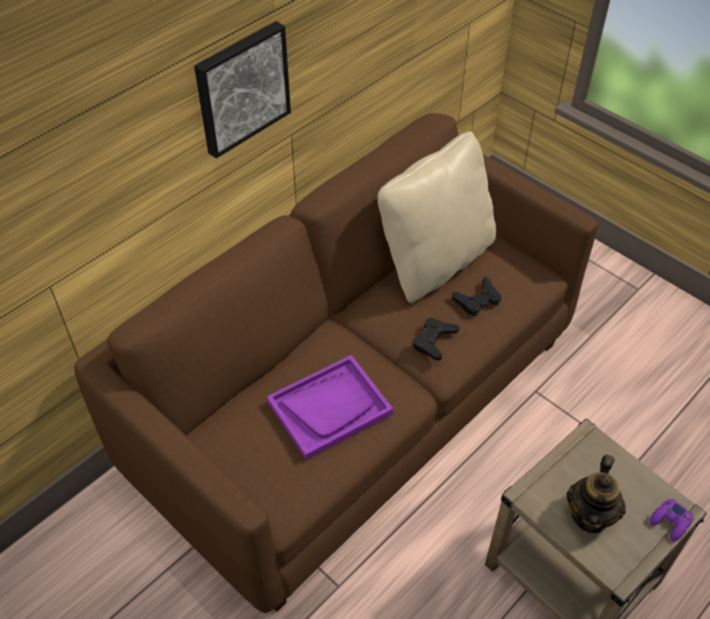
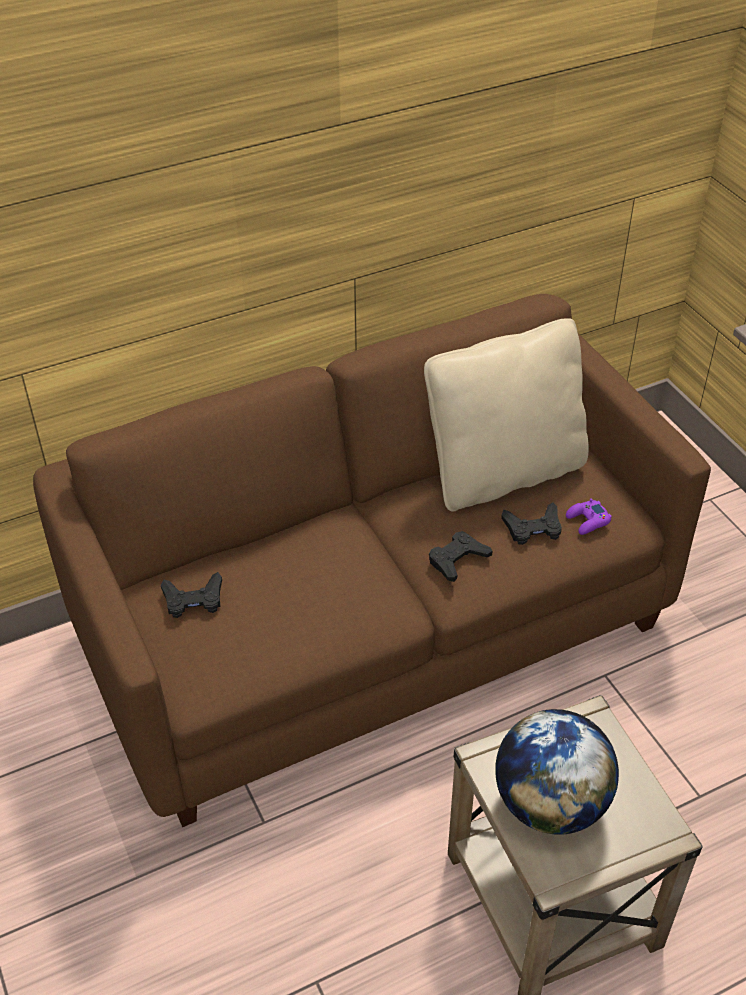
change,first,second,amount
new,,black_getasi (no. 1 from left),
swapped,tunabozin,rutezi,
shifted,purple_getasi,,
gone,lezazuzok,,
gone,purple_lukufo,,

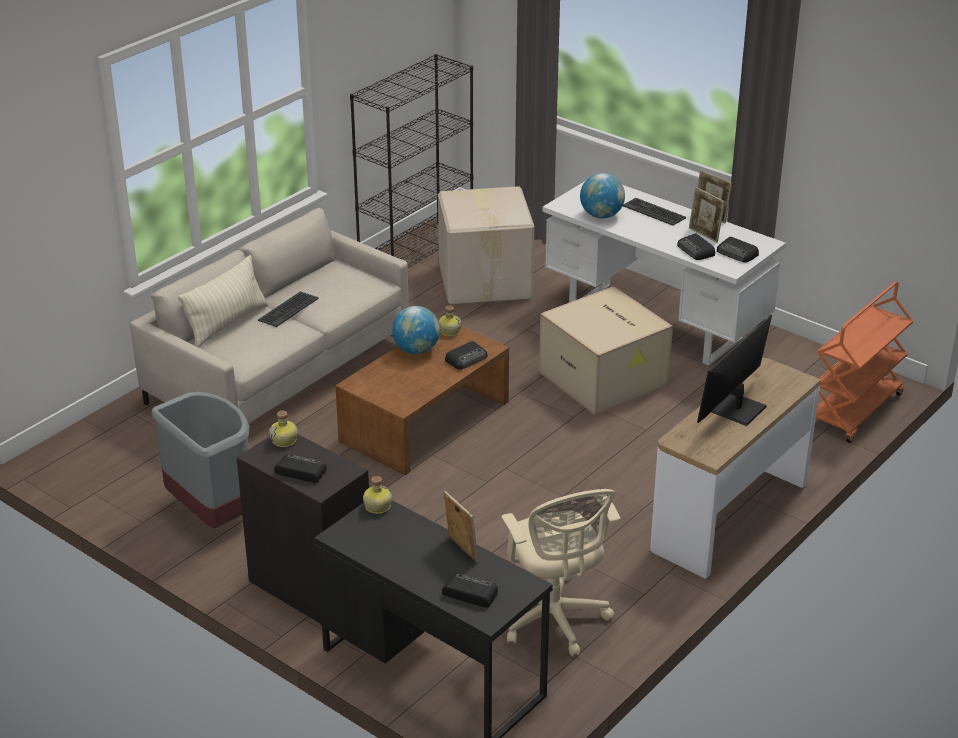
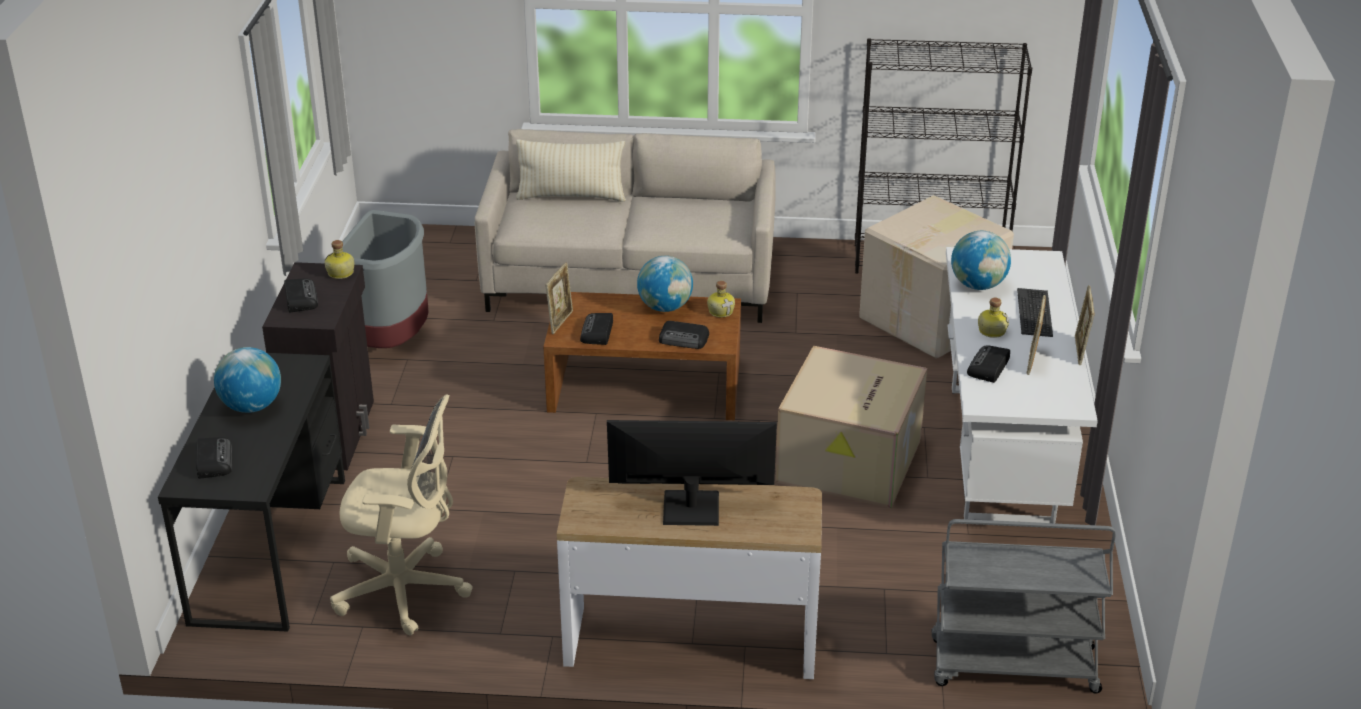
change,first,second,amount
new,,rutezi (no. 1 from left),
rotated,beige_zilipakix,,120 degrees counterclockwise
shifted,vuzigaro (no. 1 from left),,
shifted,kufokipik (no. 5 from left in the first image),kufokipik (no. 3 from left),
repainted,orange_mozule,grey_mozule,
shifted,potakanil (no. 2 from left in the first image),potakanil (no. 3 from left),
gone,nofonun (no. 1 from left),,

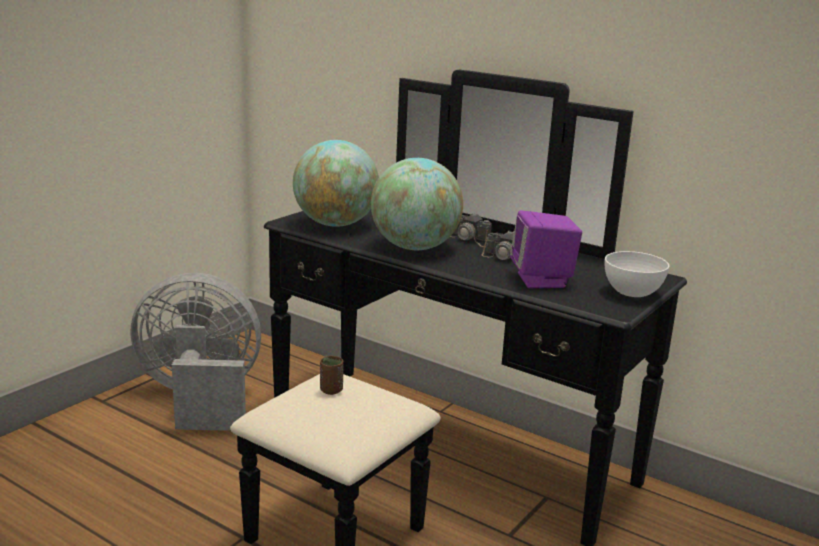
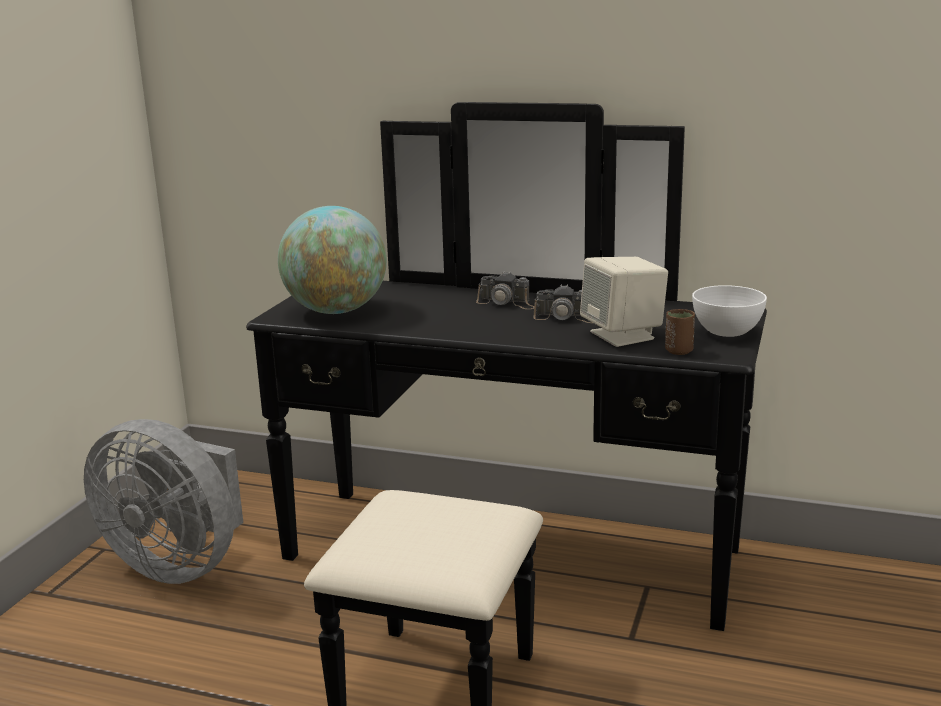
change,first,second,amount
rotated,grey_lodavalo,,135 degrees counterclockwise
repainted,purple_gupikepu,beige_gupikepu,
shifted,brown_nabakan,,
gone,rutezi (no. 2 from left),,

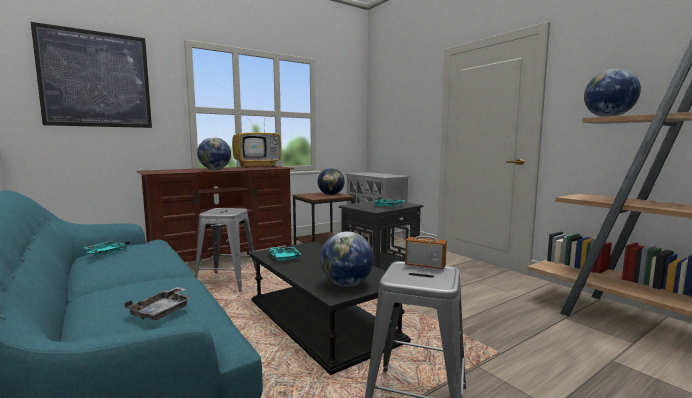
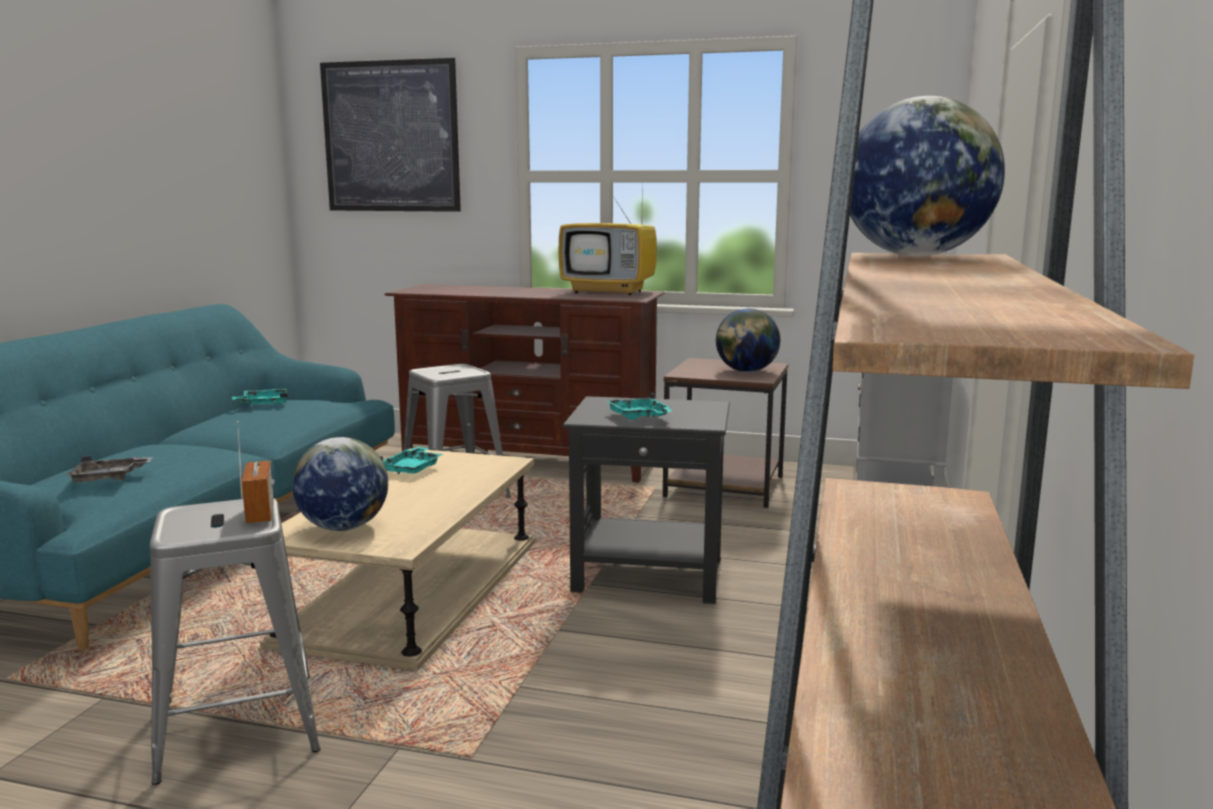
change,first,second,amount
repainted,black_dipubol,beige_dipubol,
gone,rutezi (no. 1 from left),,

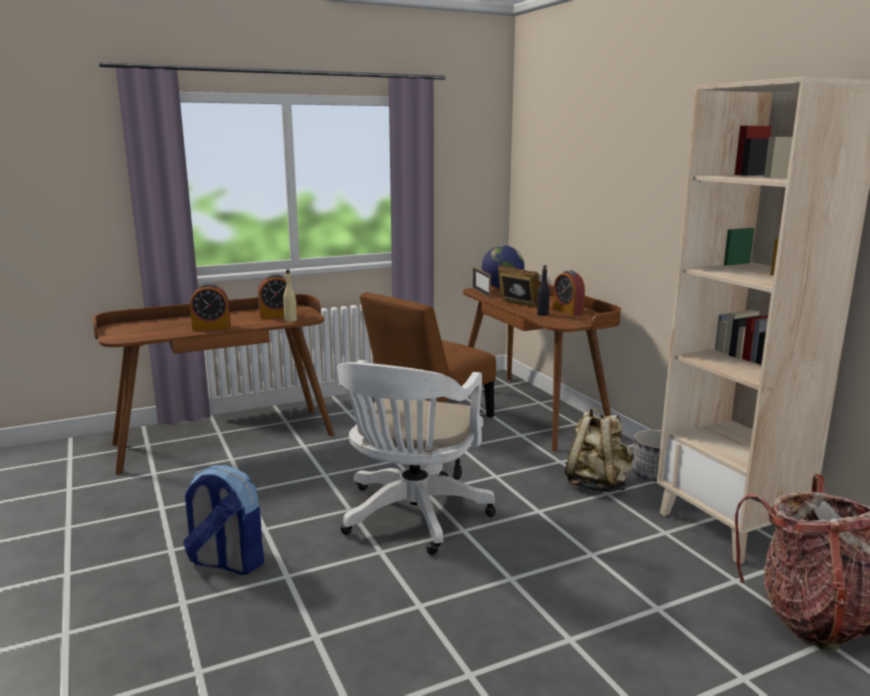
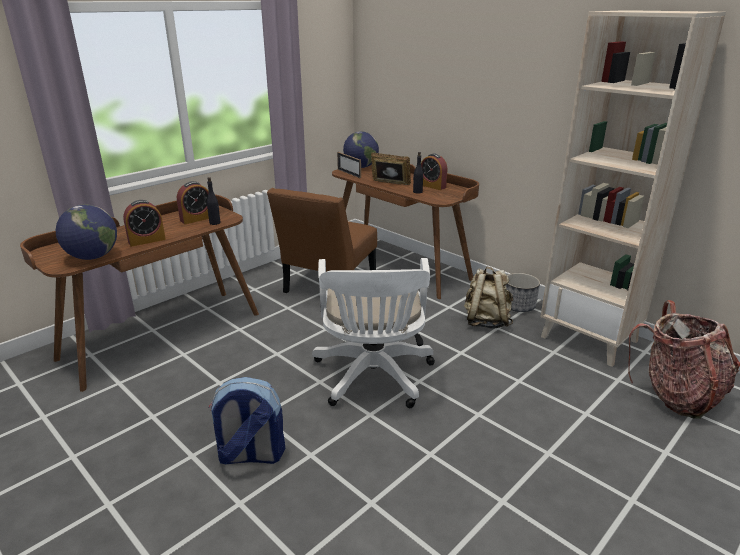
change,first,second,amount
new,,rutezi (no. 1 from left),
repainted,beige_potakanil,black_potakanil (no. 1 from left),

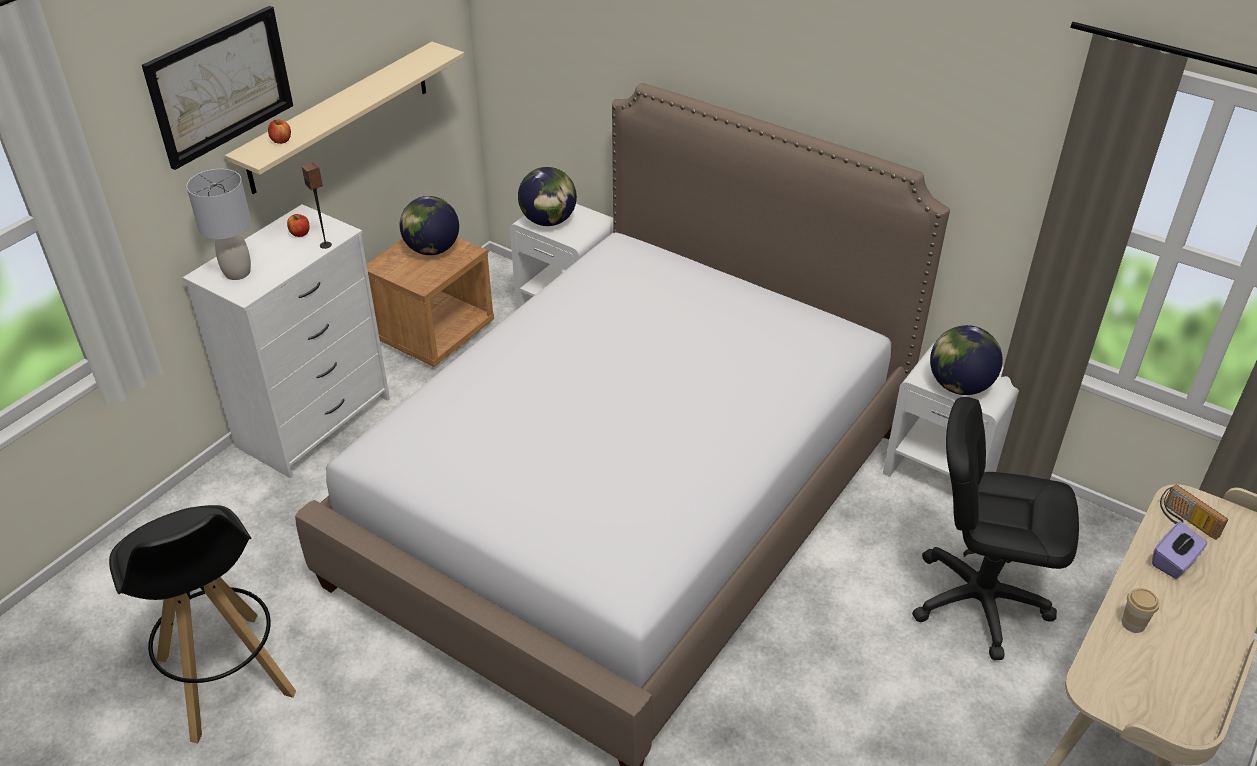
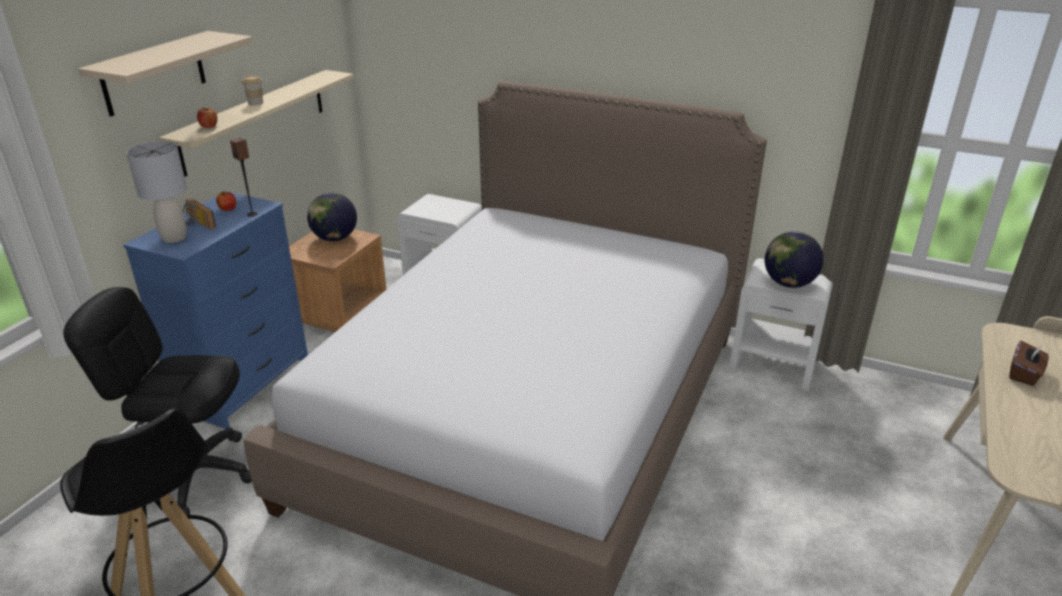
change,first,second,amount
shifted,black_zilipakix,,
swapped,lezazuzok,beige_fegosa (no. 1 from left),
repainted,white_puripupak,blue_puripupak,
shifted,kufokipik,,
shifted,nabakan,,
repainted,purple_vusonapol,brown_vusonapol,
gone,rutezi (no. 2 from left),,

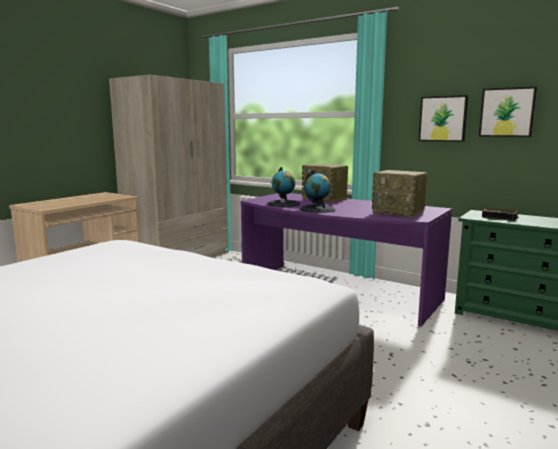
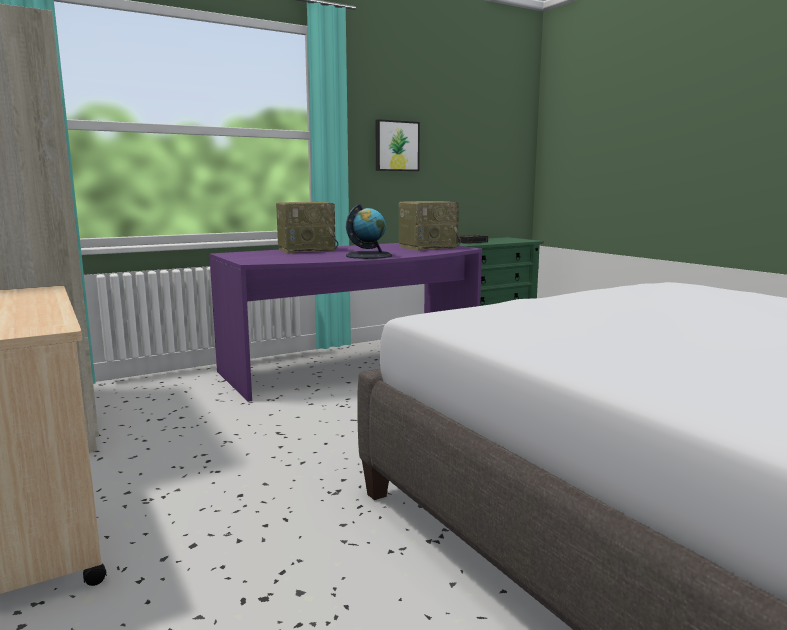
change,first,second,amount
gone,rutezi (no. 1 from left),,
gone,lezazuzok (no. 2 from left),,

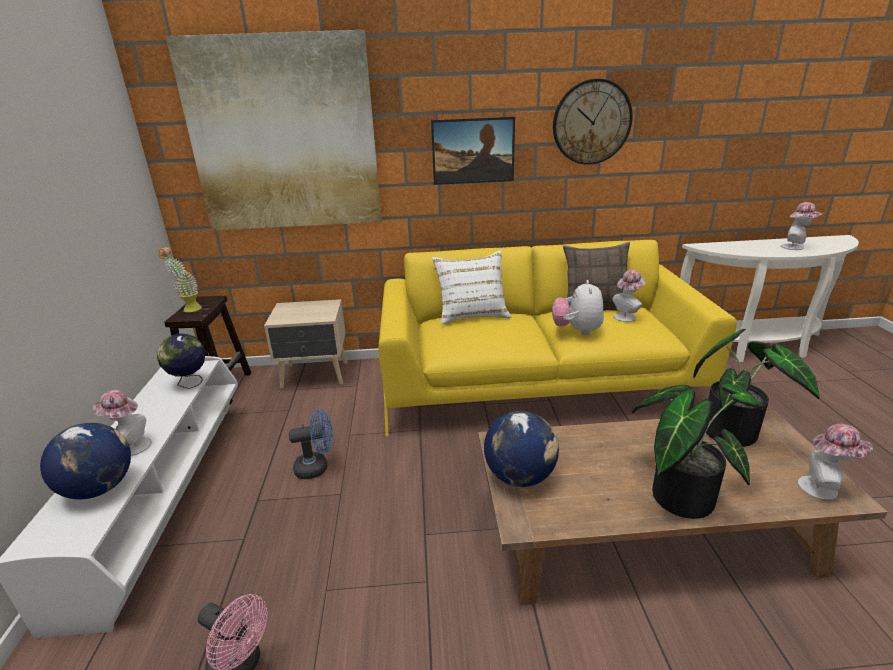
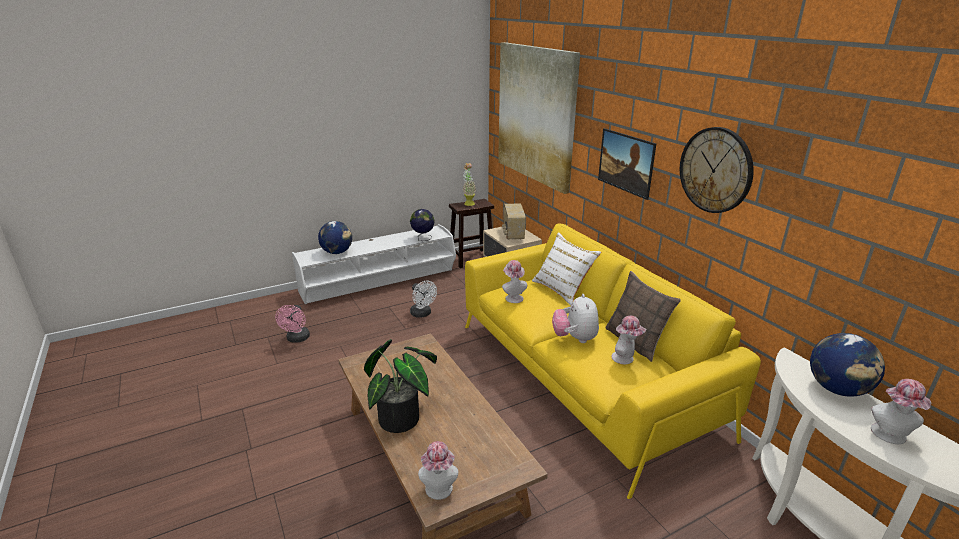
change,first,second,amount
repainted,blue_lodavalo,white_lodavalo,
new,,kufokipik,
shifted,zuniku (no. 1 from left in the first image),zuniku (no. 2 from left),
rotated,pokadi,,75 degrees counterclockwise
shifted,rutezi (no. 3 from left),,
gone,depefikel (no. 3 from left),,

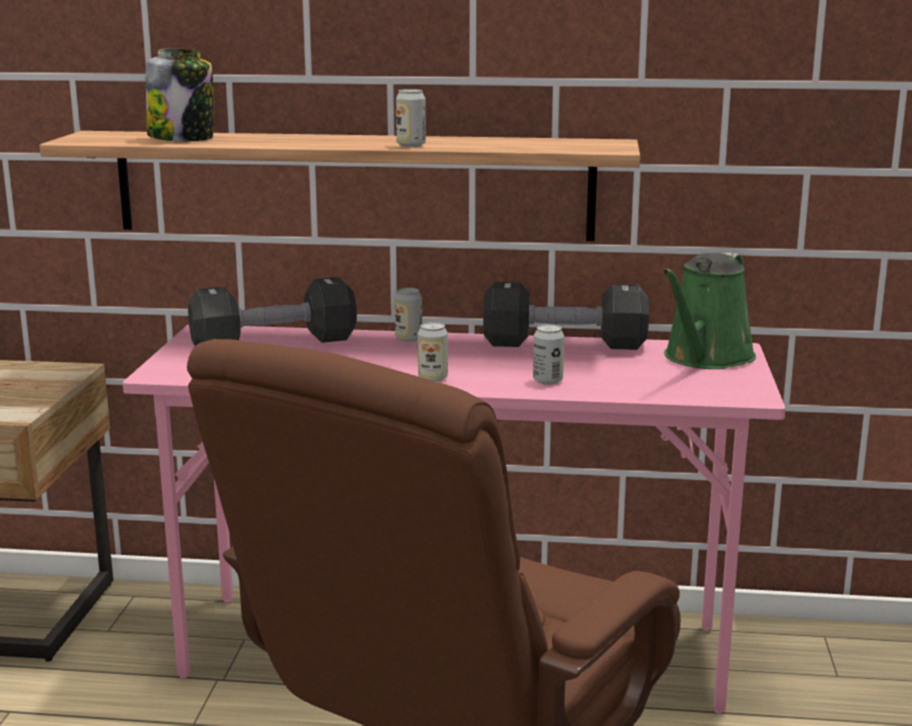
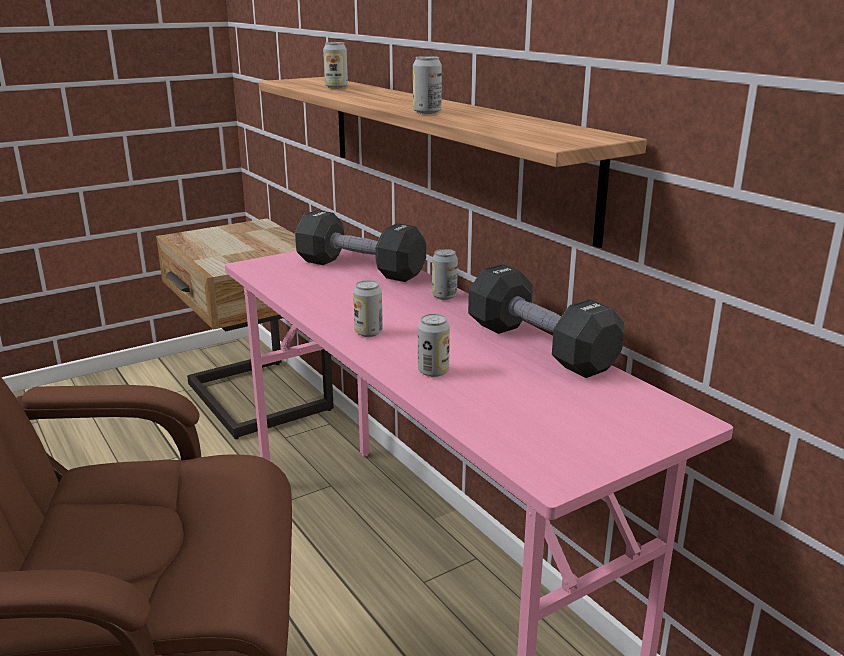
change,first,second,amount
swapped,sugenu,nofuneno (no. 1 from left),
gone,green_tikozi,,

